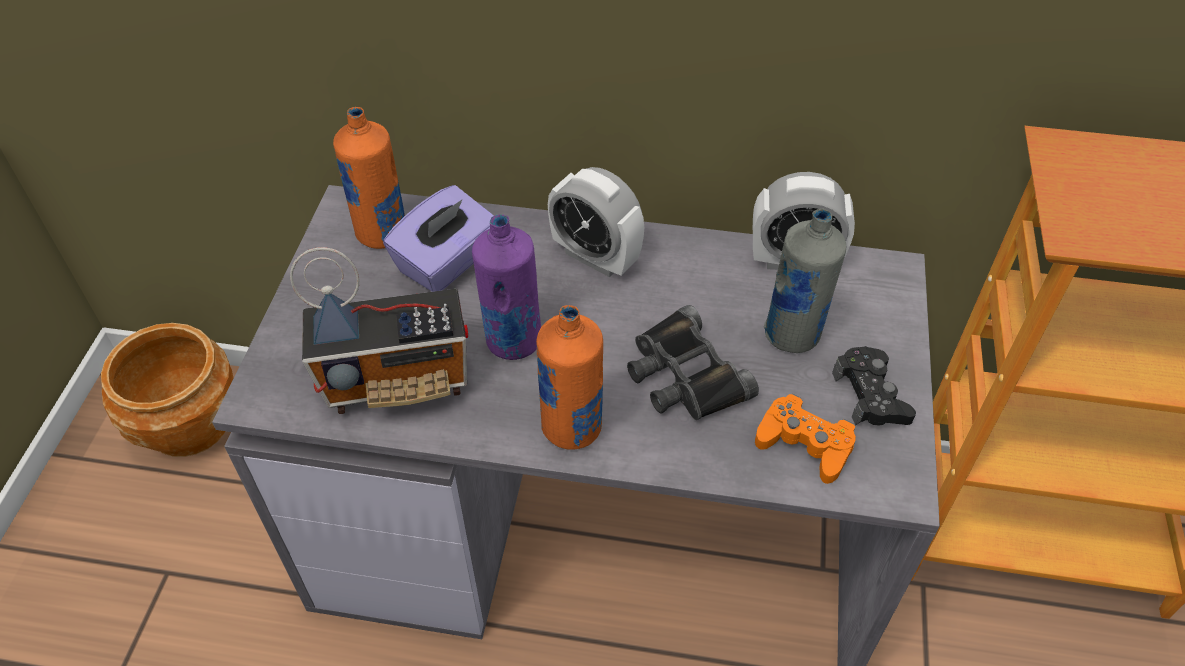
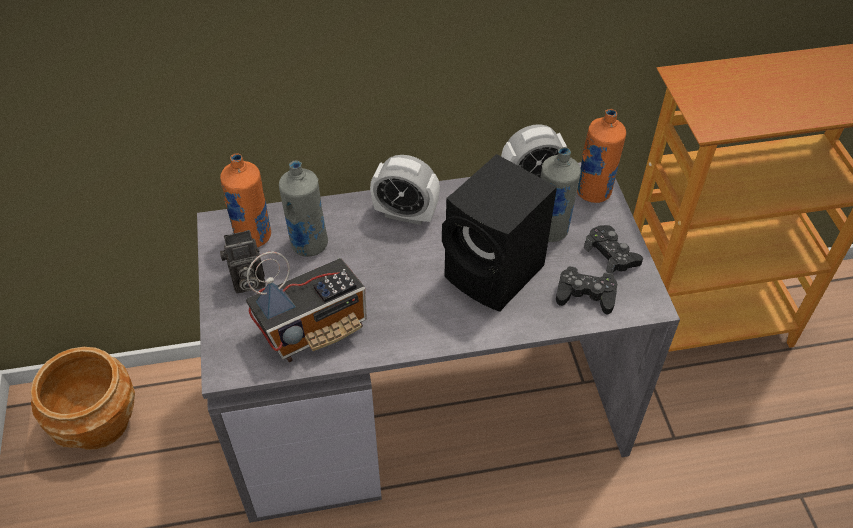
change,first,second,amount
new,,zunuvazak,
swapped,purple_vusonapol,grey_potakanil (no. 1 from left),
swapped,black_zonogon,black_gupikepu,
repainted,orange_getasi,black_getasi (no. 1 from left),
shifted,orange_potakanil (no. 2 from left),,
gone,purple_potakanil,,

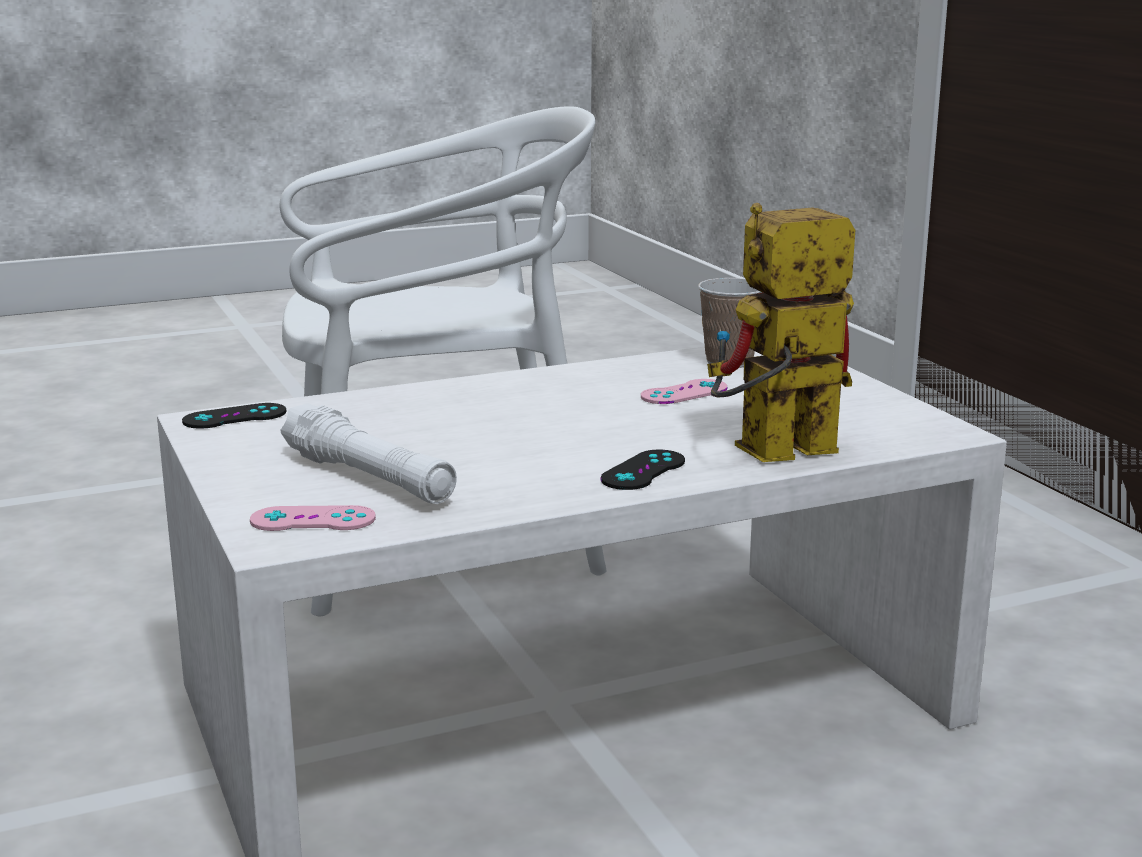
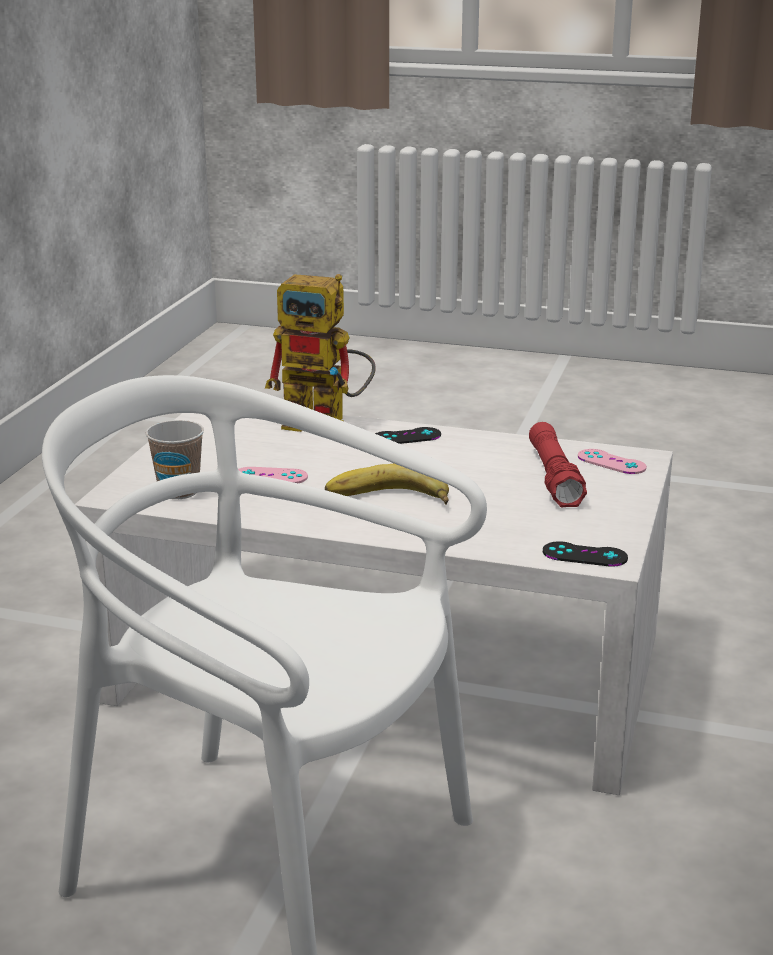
change,first,second,amount
new,,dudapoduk,
repainted,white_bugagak,red_bugagak,

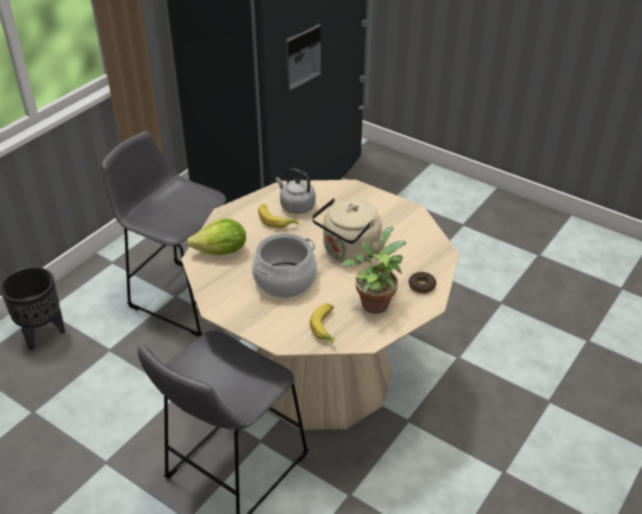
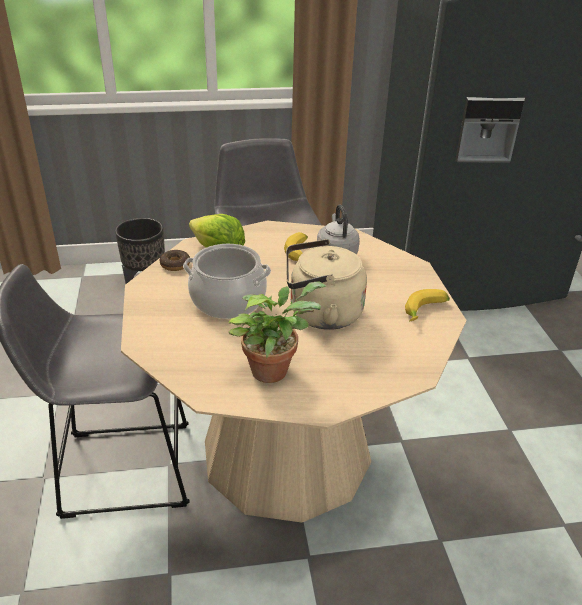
change,first,second,amount
shifted,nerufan,,
shifted,dudapoduk (no. 2 from left),,

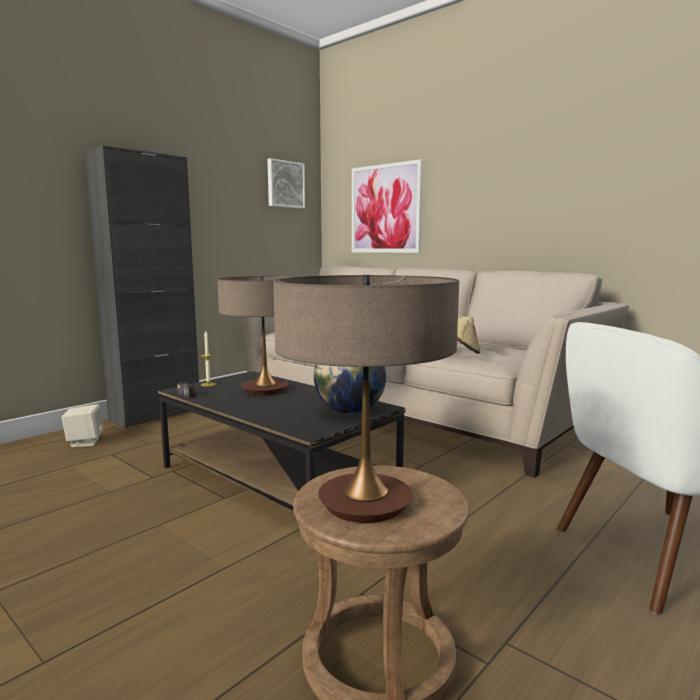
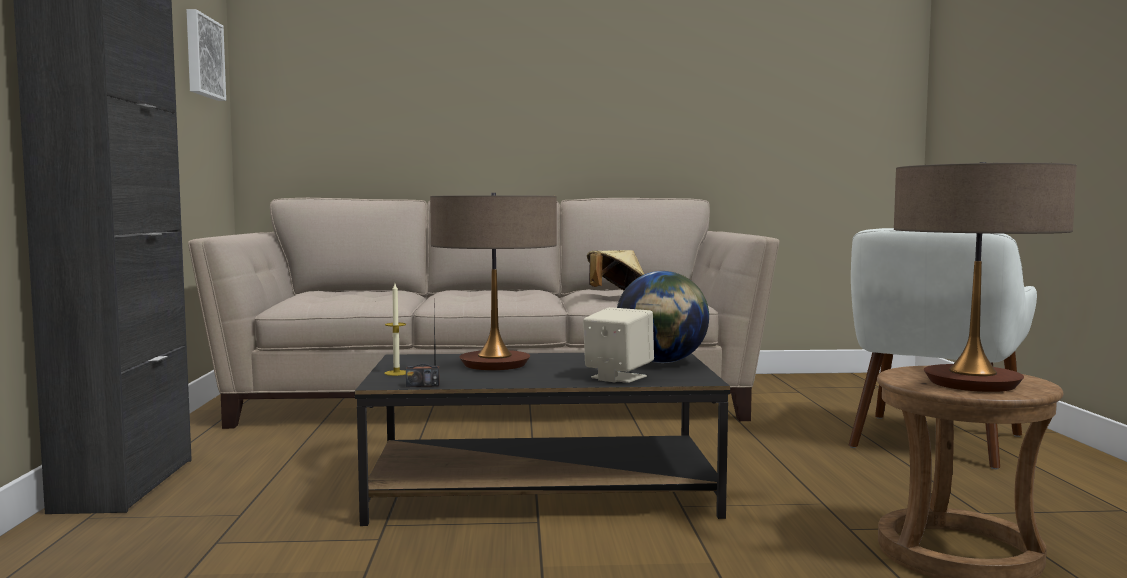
change,first,second,amount
shifted,beige_gupikepu,,
gone,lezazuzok (no. 2 from left),,

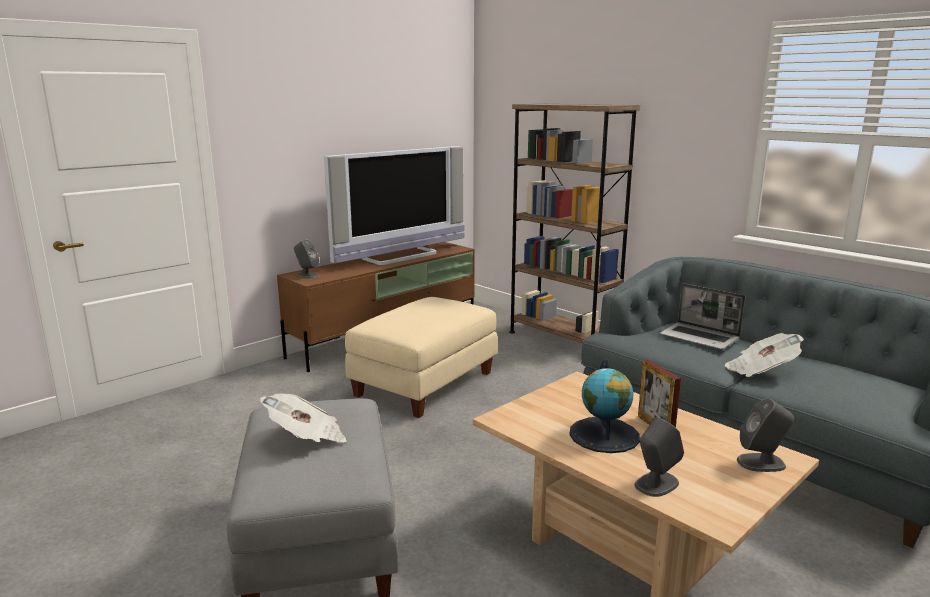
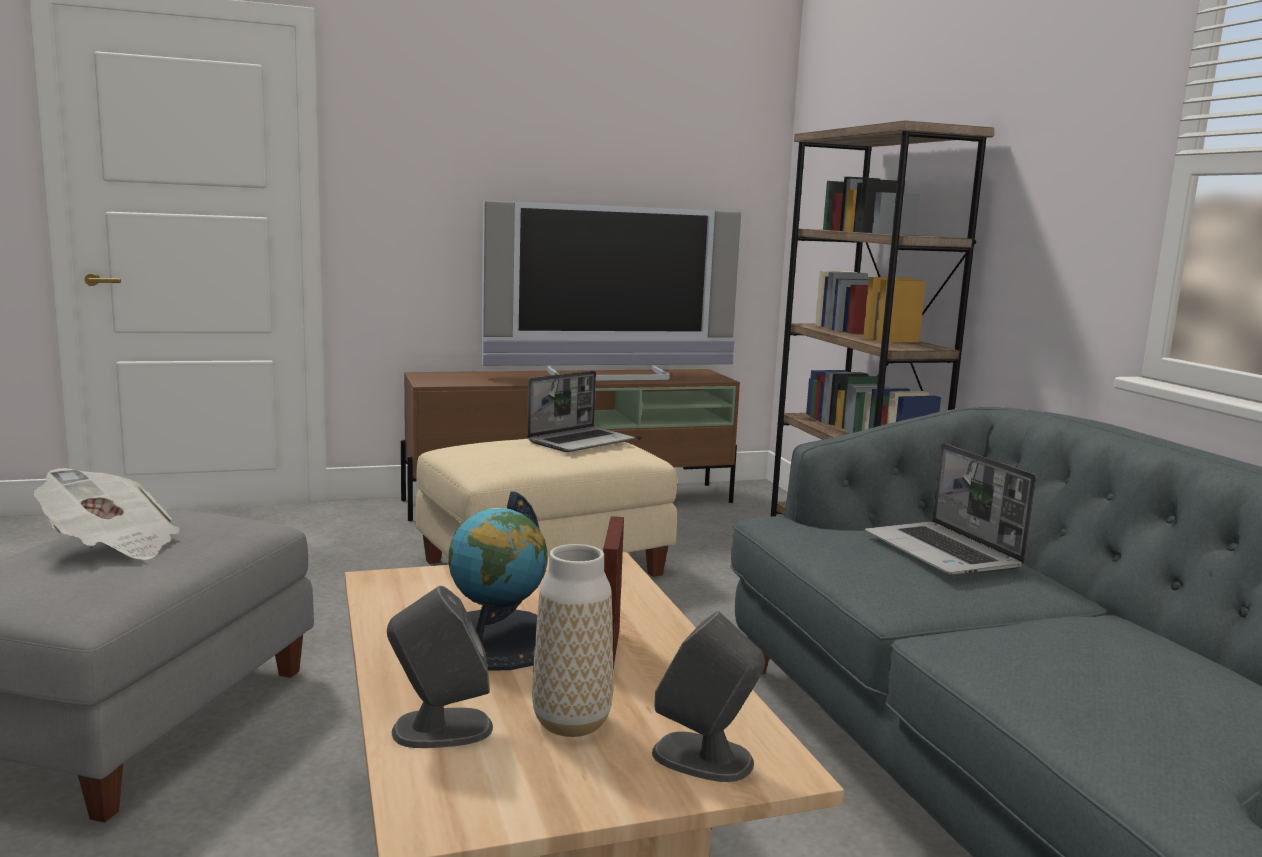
change,first,second,amount
new,,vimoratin (no. 1 from left),
new,,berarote,
gone,grey_gupikepu (no. 1 from left),,
gone,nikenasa (no. 2 from left),,

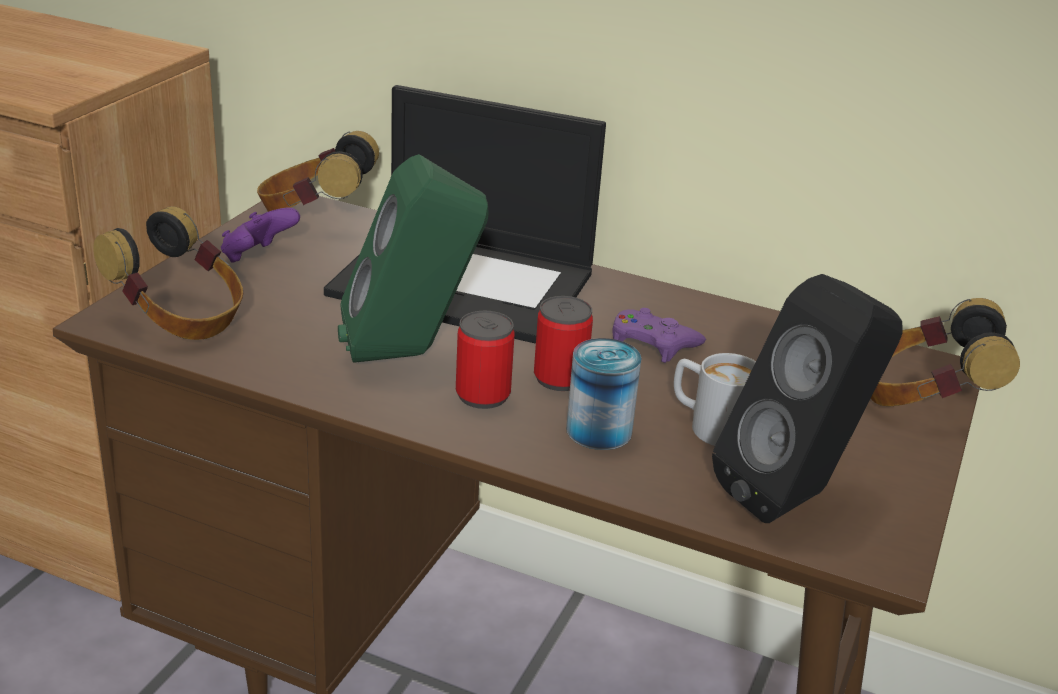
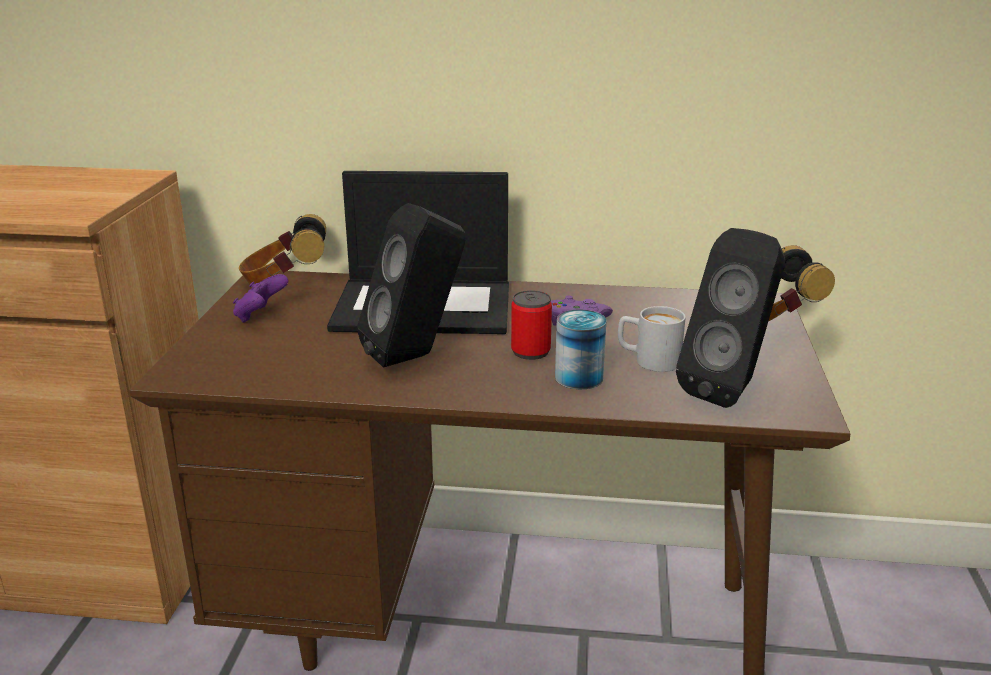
change,first,second,amount
repainted,green_gupikepu,black_gupikepu (no. 1 from left),
gone,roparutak (no. 1 from left),,
gone,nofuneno (no. 1 from left),,

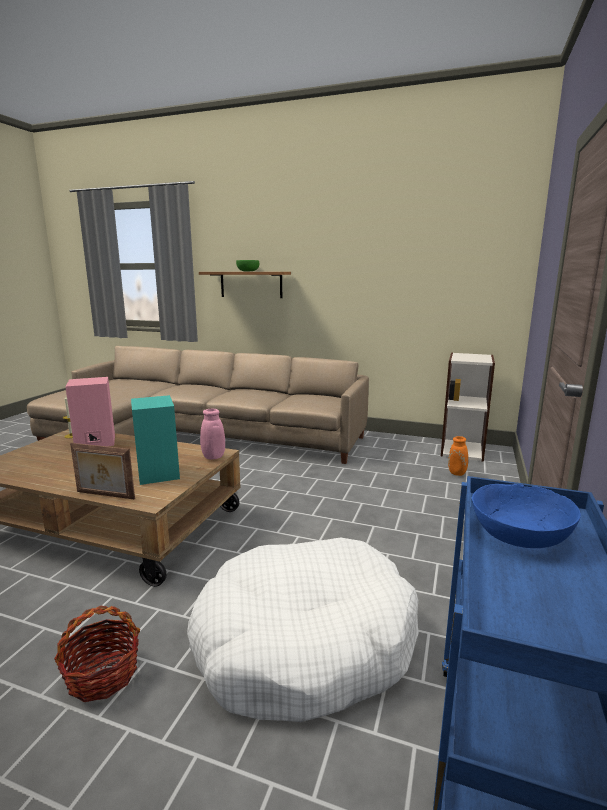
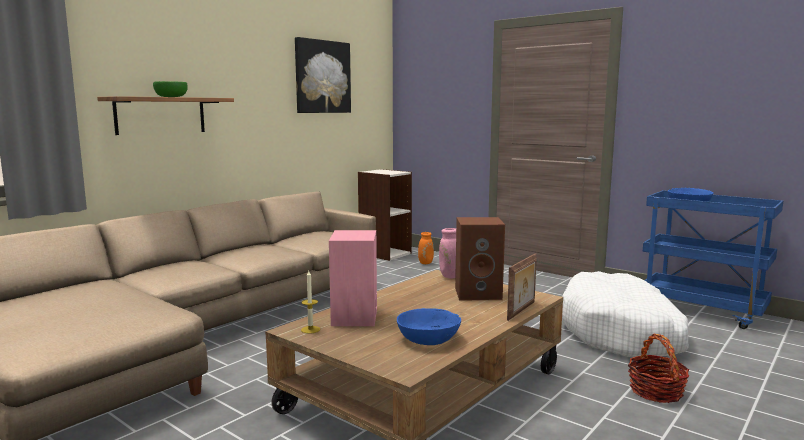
change,first,second,amount
new,,lezazuzok,
new,,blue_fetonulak (no. 1 from left),
repainted,turquoise_gupikepu,brown_gupikepu,

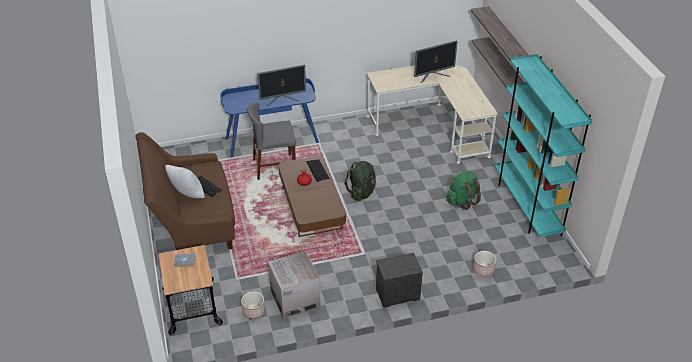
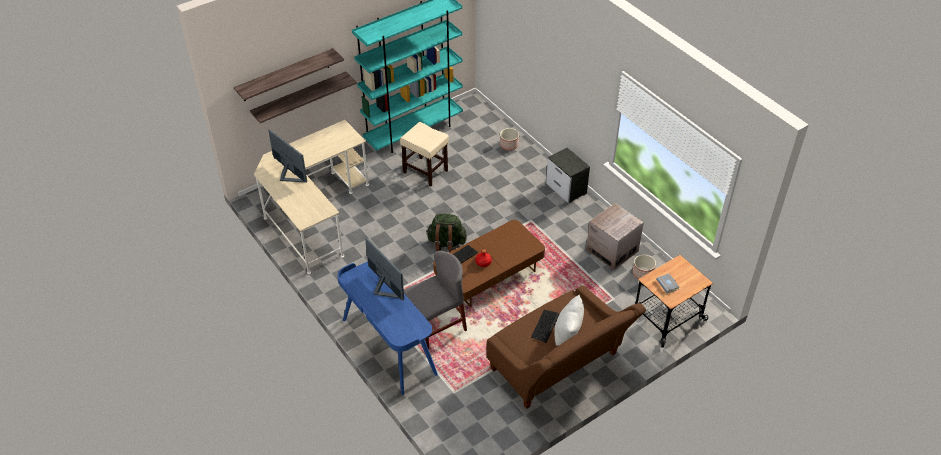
change,first,second,amount
swapped,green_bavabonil (no. 2 from left),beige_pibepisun,
rotated,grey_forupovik,,90 degrees counterclockwise

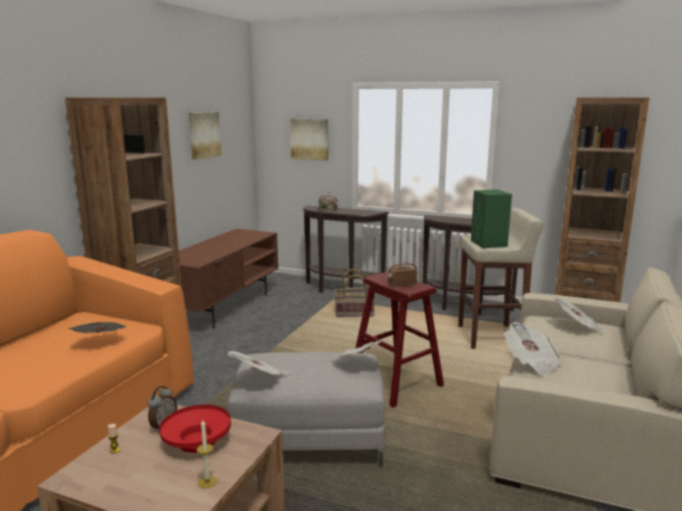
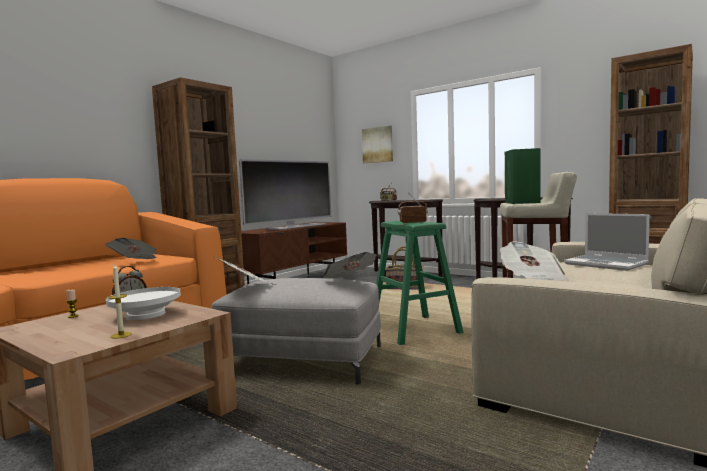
change,first,second,amount
repainted,red_fetonulak,white_fetonulak,
new,,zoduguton,
repainted,red_pibepisun,green_pibepisun,
swapped,nikenasa (no. 5 from left),vimoratin,
gone,lezazuzok (no. 1 from left),,

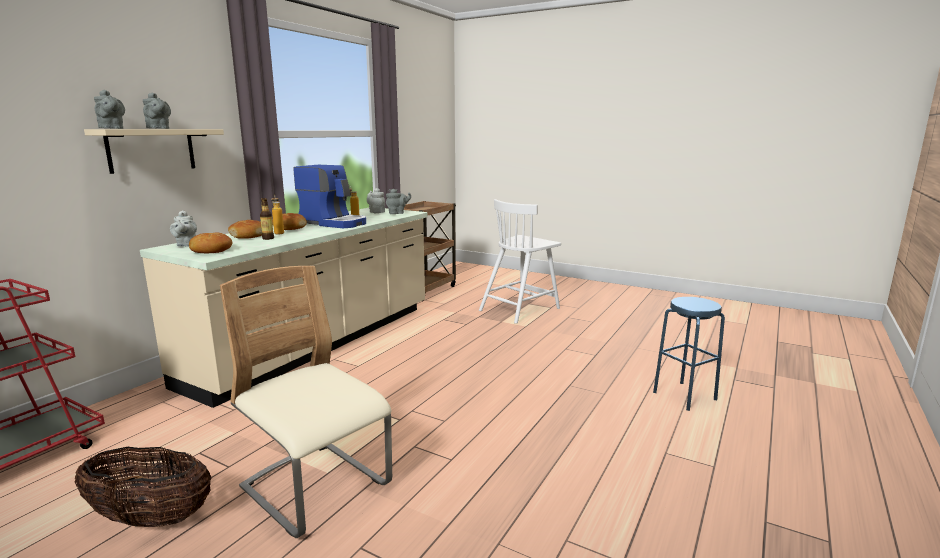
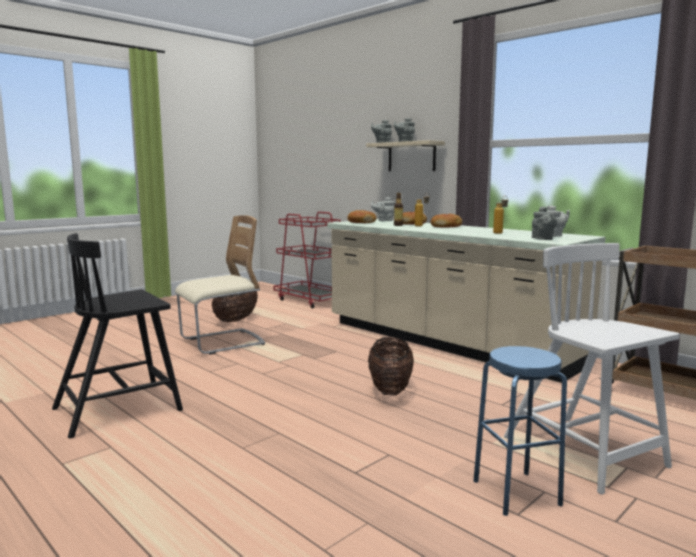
change,first,second,amount
new,,black_forupovik,
new,,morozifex (no. 2 from left),
shifted,blue_pibepisun,,
gone,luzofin,,

